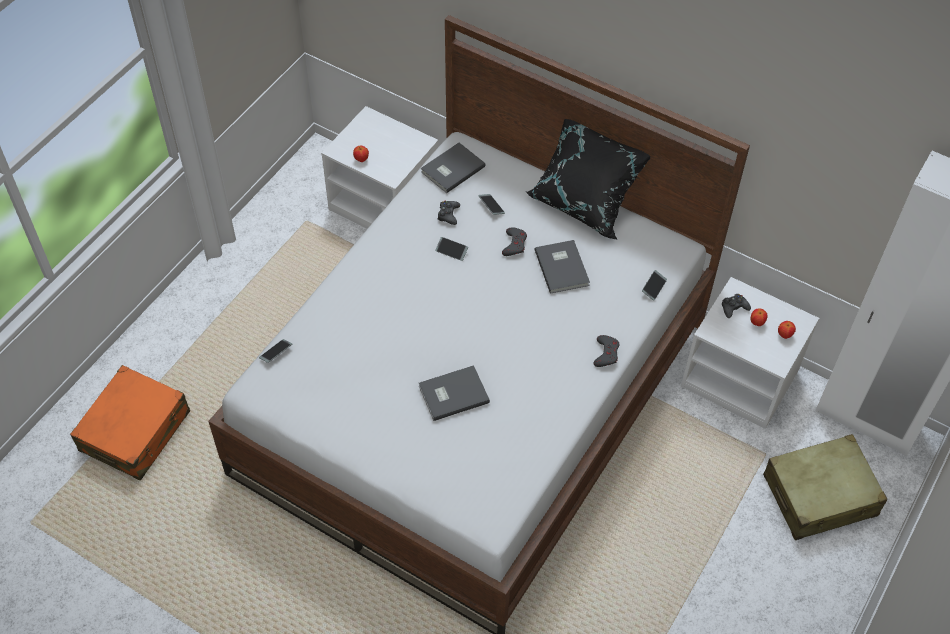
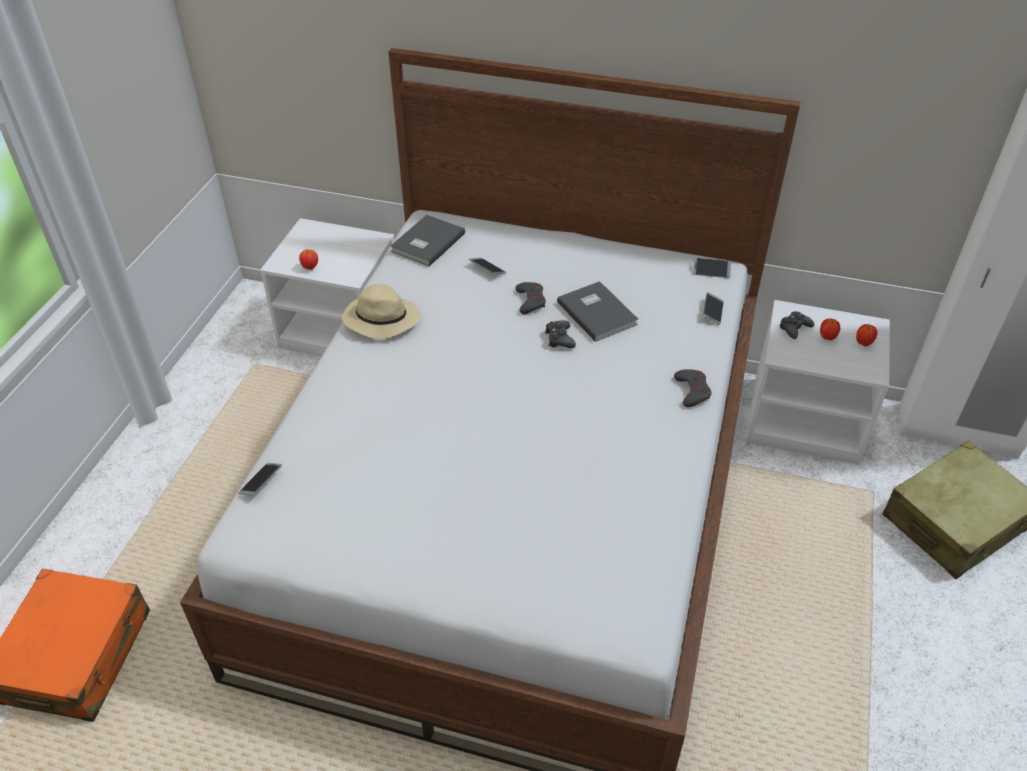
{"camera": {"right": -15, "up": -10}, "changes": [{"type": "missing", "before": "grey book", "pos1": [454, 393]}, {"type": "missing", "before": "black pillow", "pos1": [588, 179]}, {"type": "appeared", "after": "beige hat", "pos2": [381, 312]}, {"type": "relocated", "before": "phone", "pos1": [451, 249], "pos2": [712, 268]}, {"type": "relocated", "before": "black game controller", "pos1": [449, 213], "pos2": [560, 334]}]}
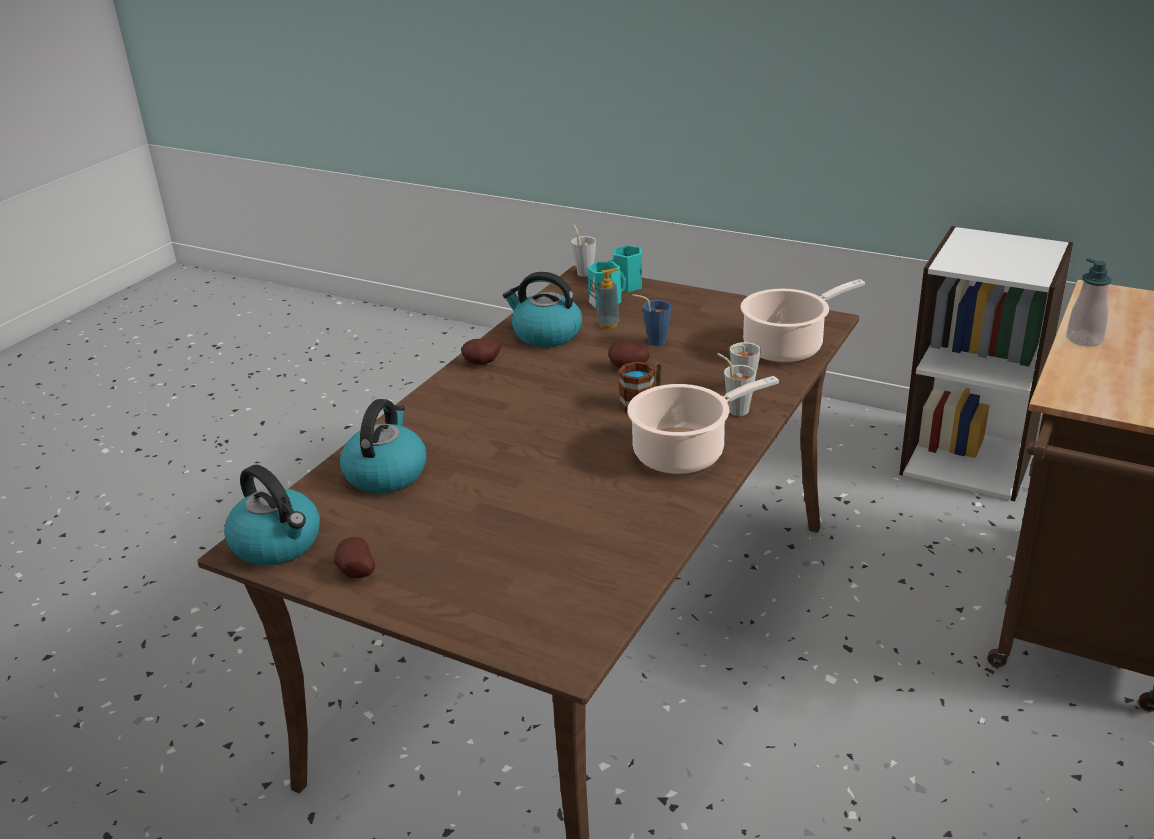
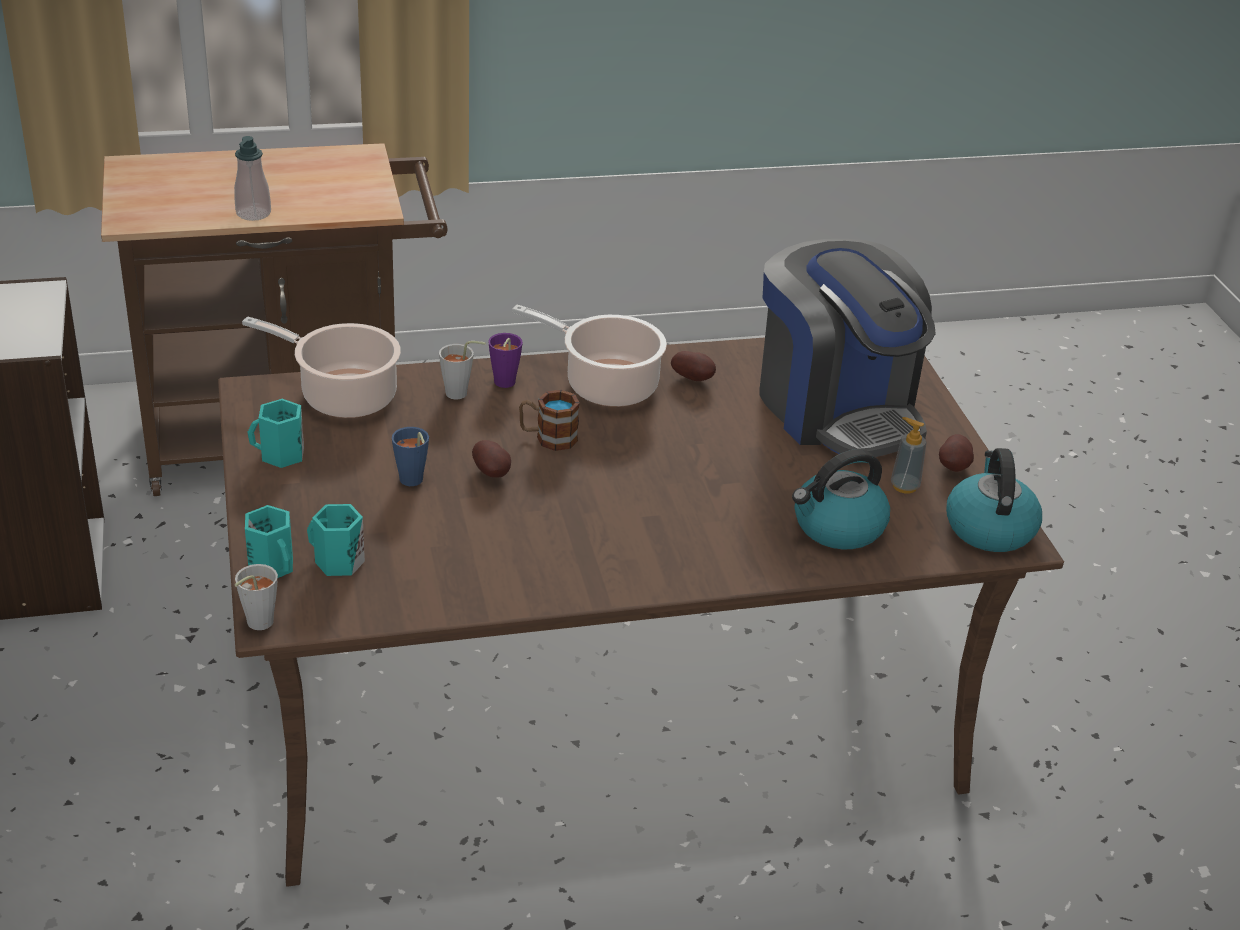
{"camera": {"right": -135, "up": 5}, "changes": [{"type": "missing", "before": "kettle", "pos1": [542, 309]}, {"type": "appeared", "after": "turquoise mug", "pos2": [275, 433]}, {"type": "appeared", "after": "coffee machine", "pos2": [848, 348]}, {"type": "relocated", "before": "potato", "pos1": [481, 352], "pos2": [693, 366]}, {"type": "relocated", "before": "soap dispenser", "pos1": [608, 298], "pos2": [909, 455]}, {"type": "colour", "before": "grey cup", "after": "purple cup", "pos1": [736, 384], "pos2": [505, 360]}]}
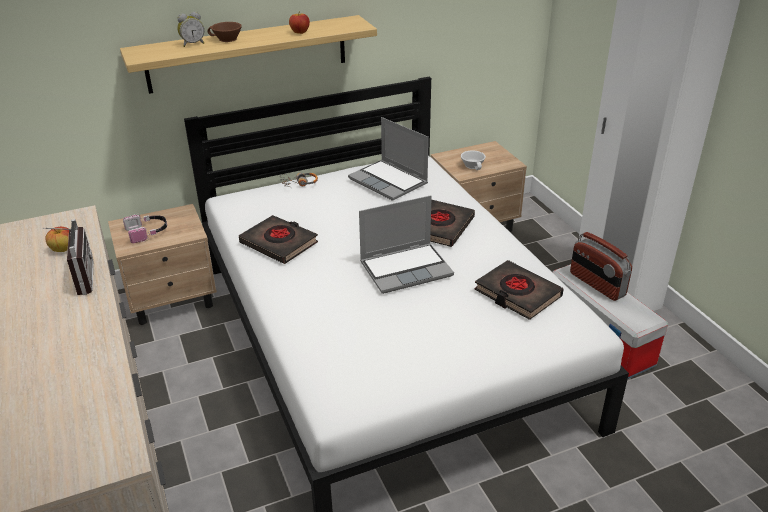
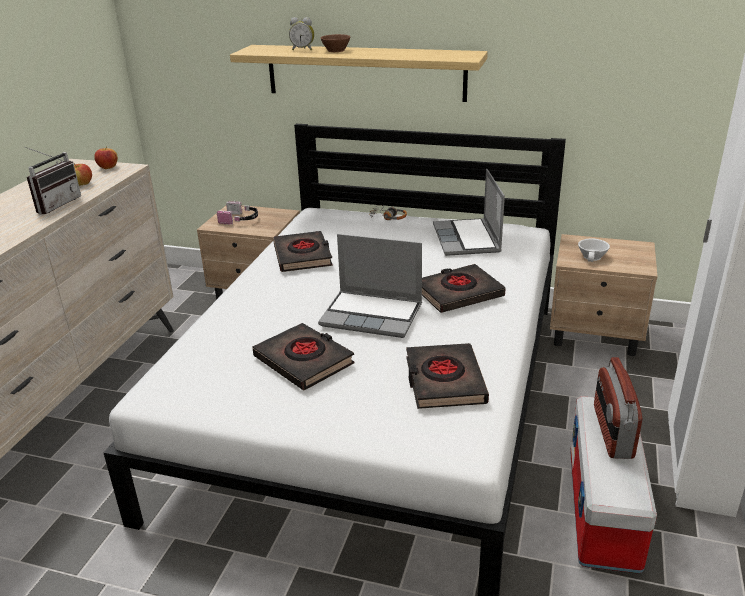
{"camera": {"right": 40, "up": -5}, "changes": [{"type": "appeared", "after": "black book", "pos2": [303, 356]}, {"type": "relocated", "before": "apple", "pos1": [299, 22], "pos2": [106, 157]}]}
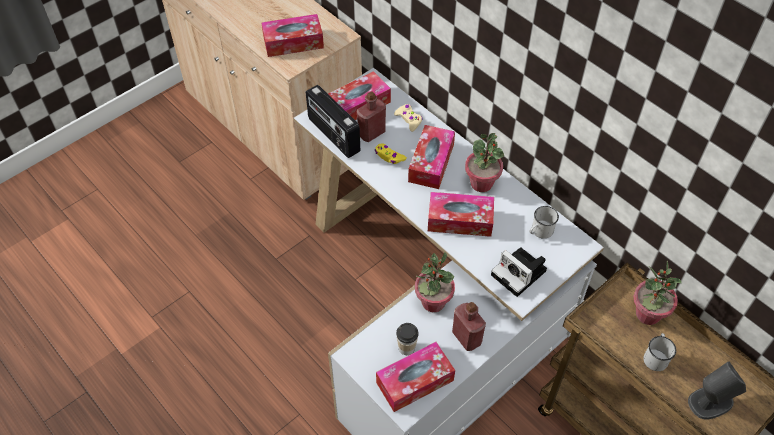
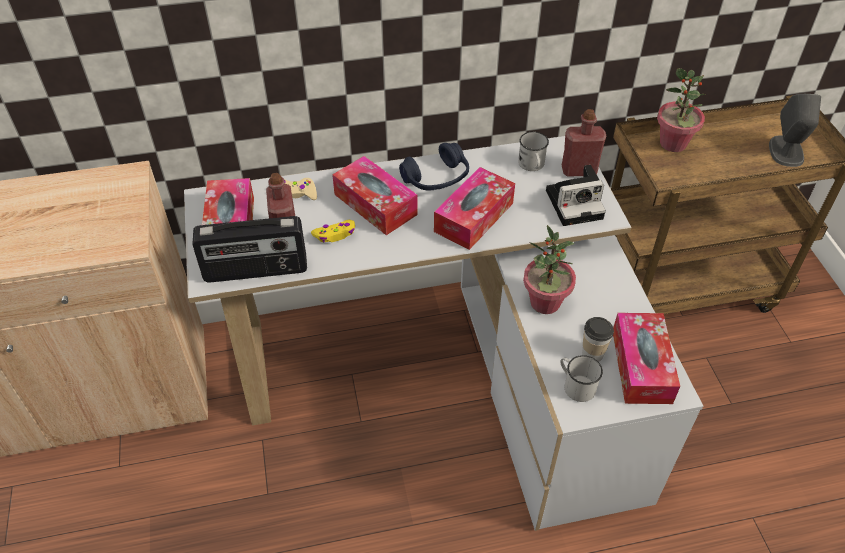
{"camera": {"right": -60, "up": -5}, "changes": [{"type": "missing", "before": "tissue box", "pos1": [292, 35]}, {"type": "relocated", "before": "red bottle", "pos1": [469, 326], "pos2": [584, 143]}, {"type": "relocated", "before": "white mug", "pos1": [659, 352], "pos2": [581, 378]}, {"type": "exchanged", "before": "potted plant", "after": "blue headphones", "pos1": [484, 162], "pos2": [434, 166]}]}
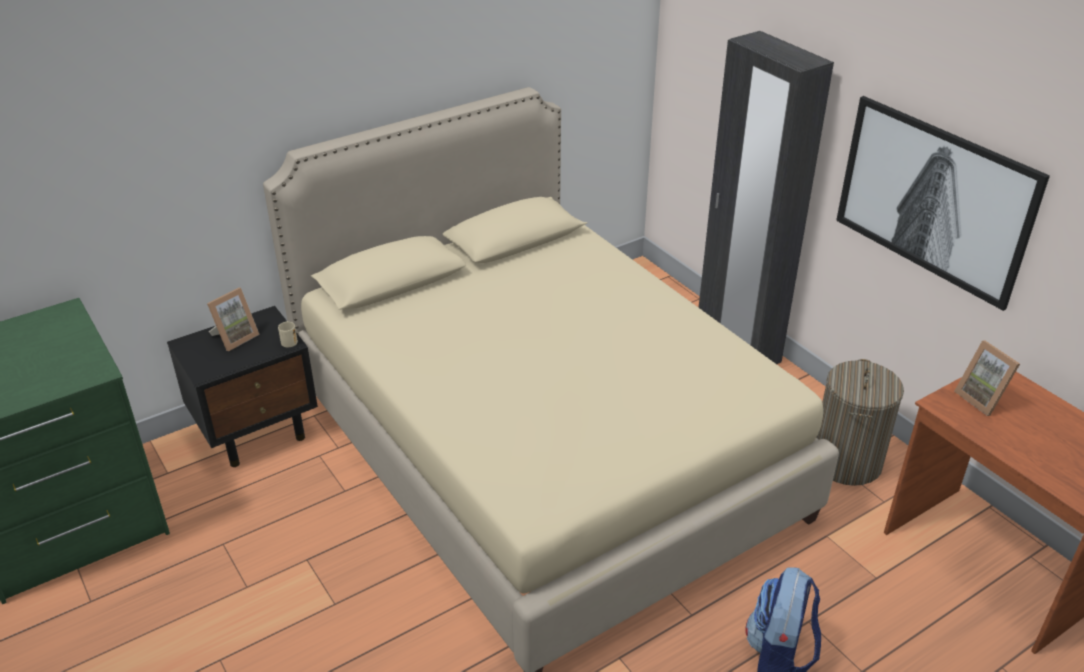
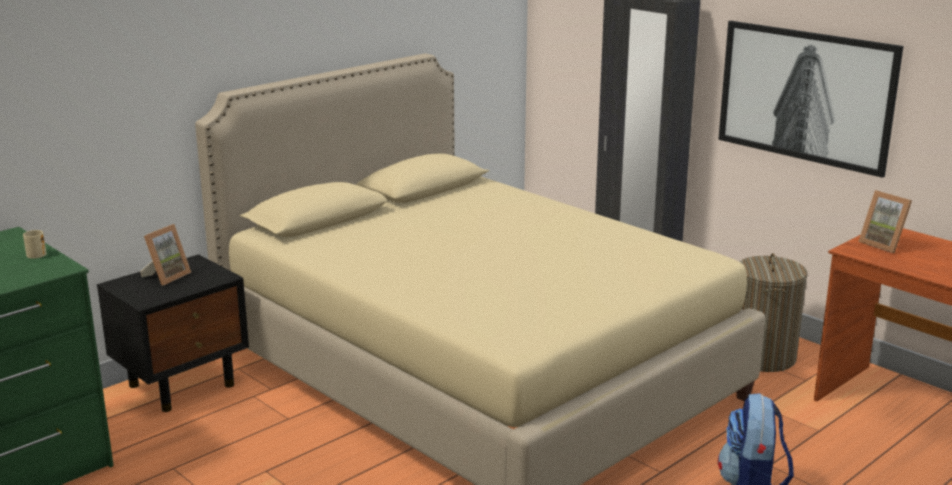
{"camera": {"right": -10, "up": -15}, "changes": [{"type": "relocated", "before": "beige mug", "pos1": [288, 334], "pos2": [34, 244]}]}
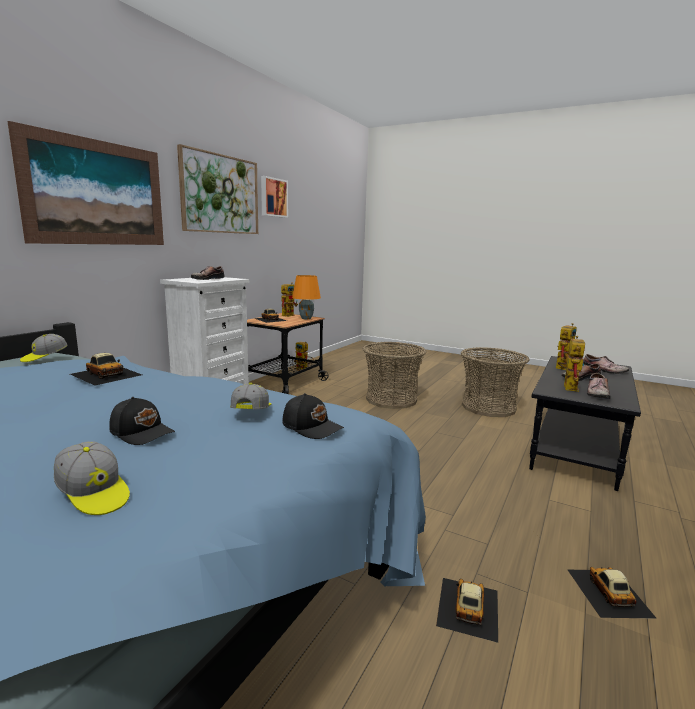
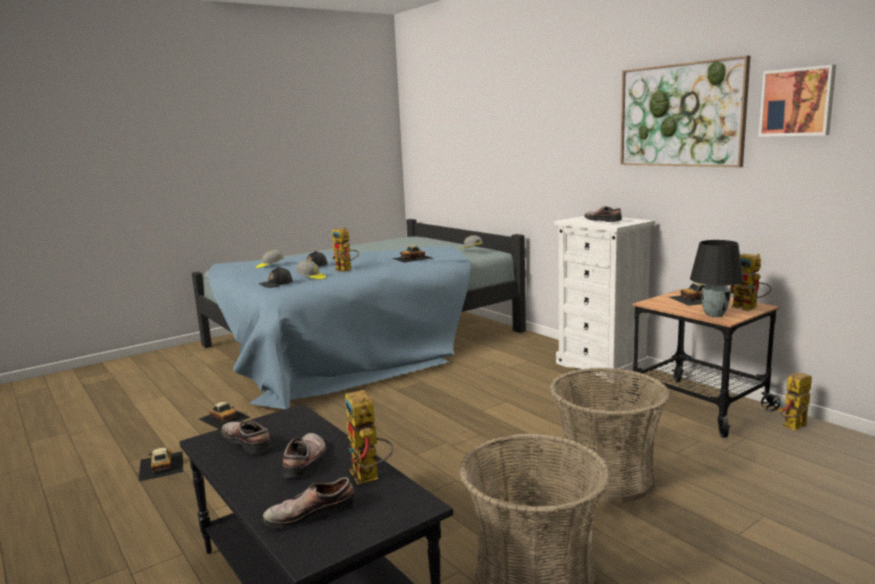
{"camera": {"right": 115, "up": 0}, "changes": [{"type": "missing", "before": "picture", "pos1": [85, 183]}, {"type": "relocated", "before": "toy robot", "pos1": [571, 364], "pos2": [345, 249]}, {"type": "colour", "before": "orange table lamp", "after": "black table lamp", "pos1": [306, 297], "pos2": [717, 278]}, {"type": "spun", "before": "toy car", "pos1": [612, 593], "pos2": [161, 464], "turn": -135}]}
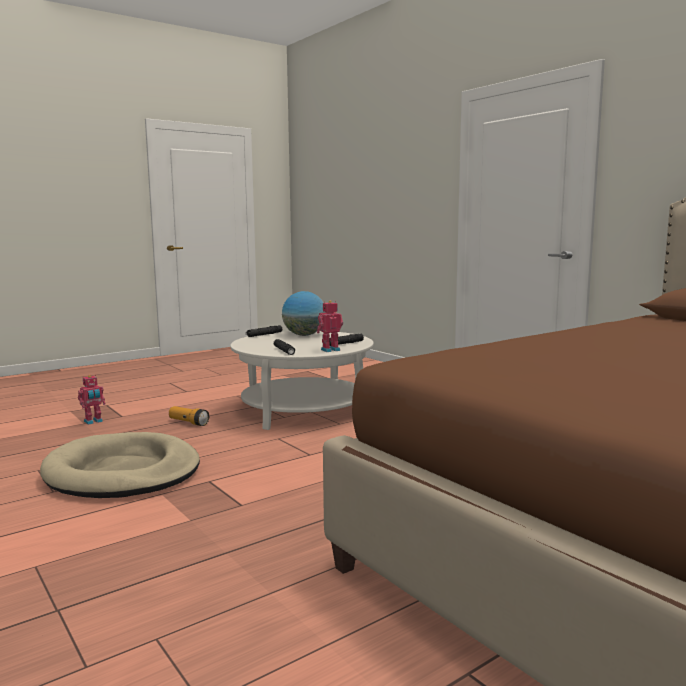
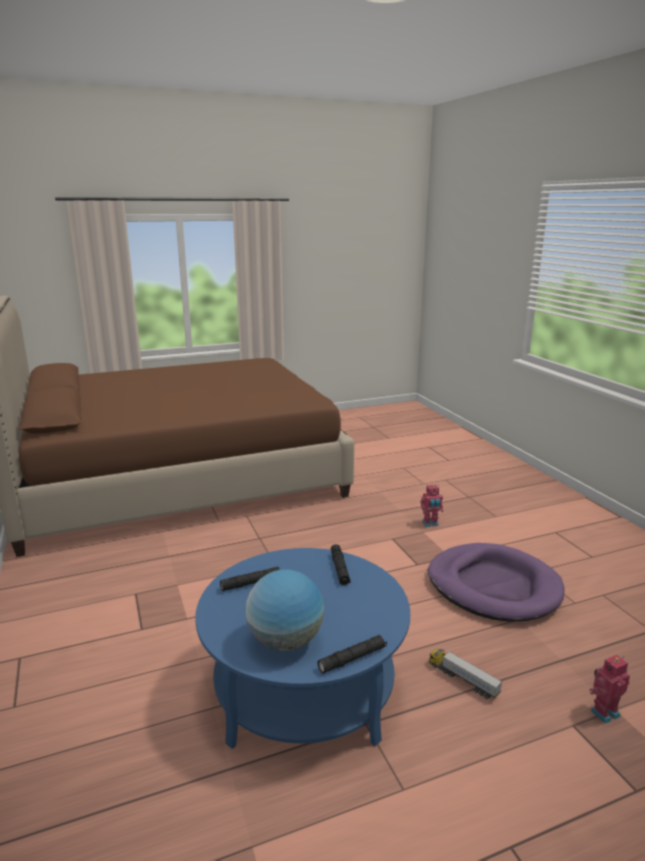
{"camera": {"right": -165, "up": 10}, "changes": [{"type": "relocated", "before": "toy robot", "pos1": [330, 326], "pos2": [431, 505]}, {"type": "exchanged", "before": "flashlight", "after": "toy truck", "pos1": [189, 416], "pos2": [465, 674]}, {"type": "colour", "before": "beige dog bed", "after": "purple dog bed", "pos1": [120, 465], "pos2": [496, 582]}, {"type": "colour", "before": "white coffee table", "after": "blue coffee table", "pos1": [302, 380], "pos2": [302, 648]}]}
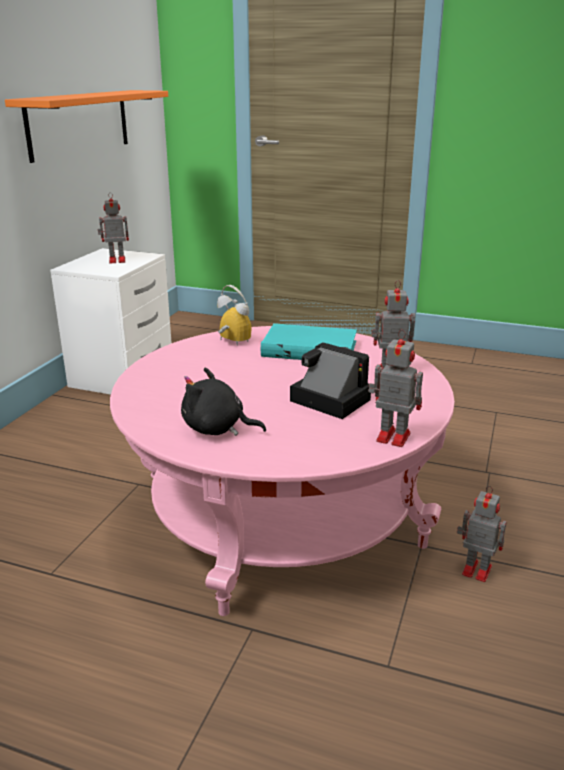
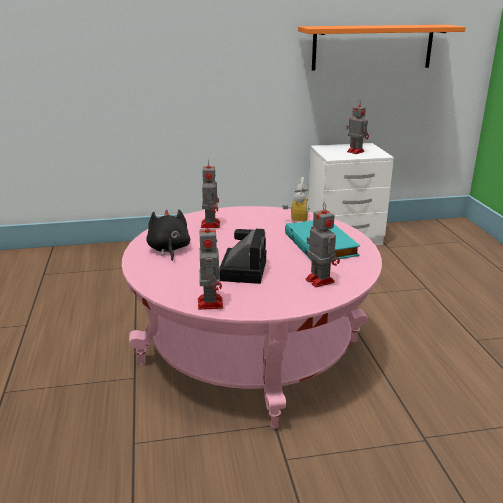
{"camera": {"right": 60, "up": 0}, "changes": [{"type": "relocated", "before": "toy robot", "pos1": [482, 534], "pos2": [210, 193]}]}
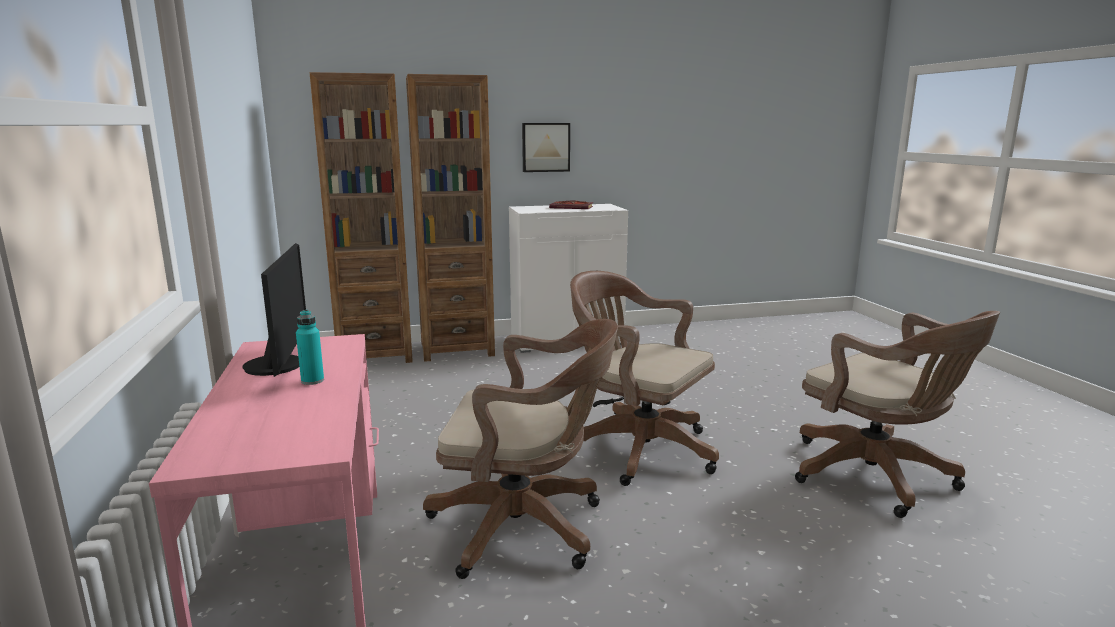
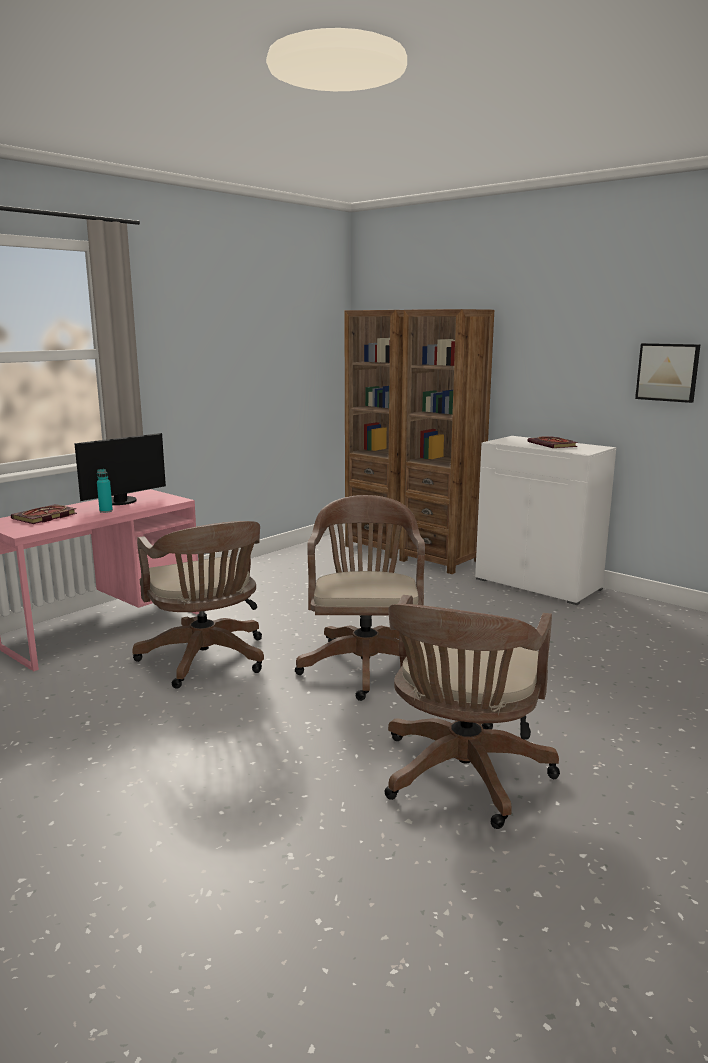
{"camera": {"right": 55, "up": 0}, "changes": [{"type": "appeared", "after": "book", "pos2": [44, 514]}, {"type": "relocated", "before": "picture", "pos1": [546, 147], "pos2": [667, 373]}]}
